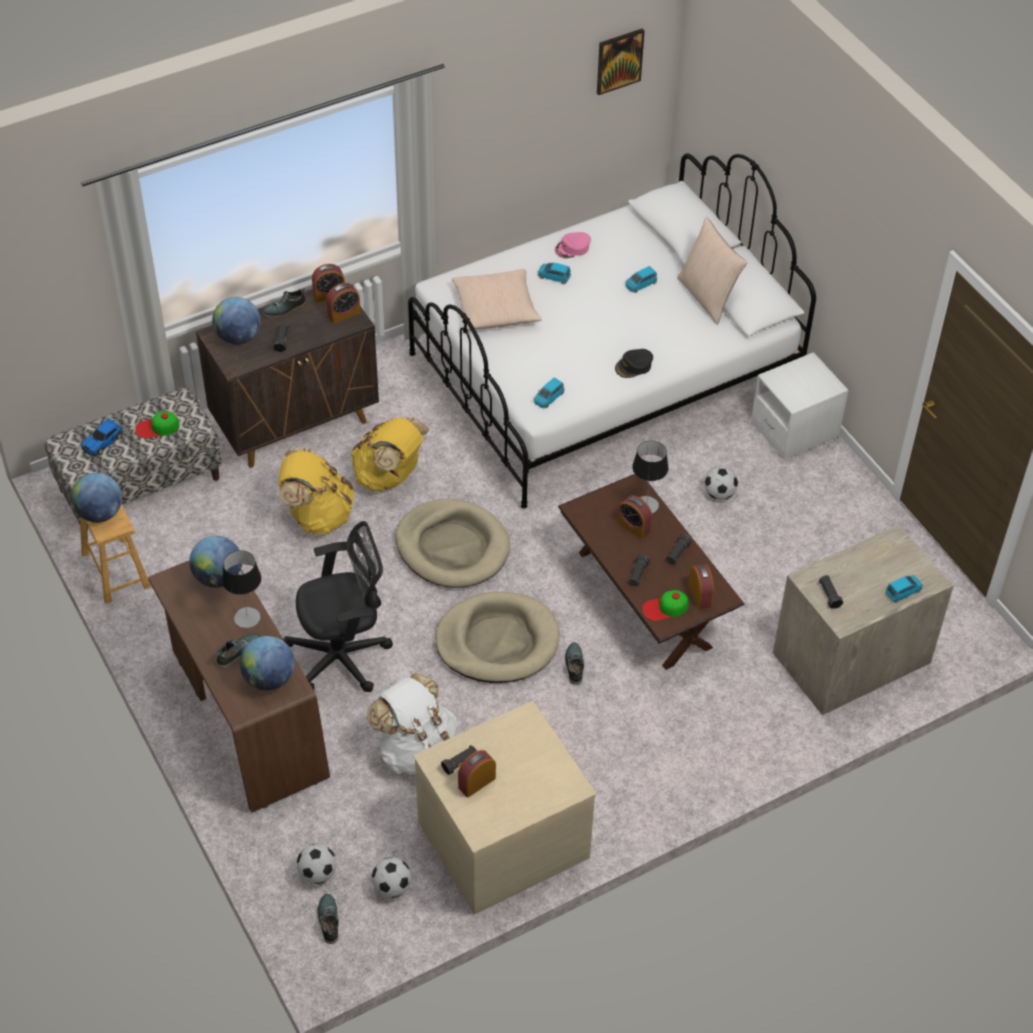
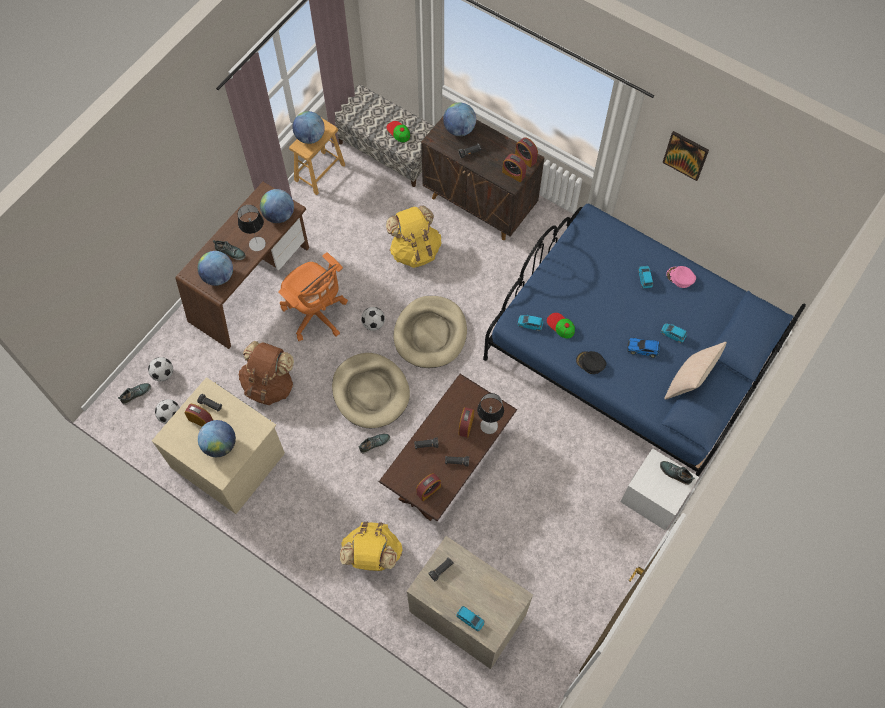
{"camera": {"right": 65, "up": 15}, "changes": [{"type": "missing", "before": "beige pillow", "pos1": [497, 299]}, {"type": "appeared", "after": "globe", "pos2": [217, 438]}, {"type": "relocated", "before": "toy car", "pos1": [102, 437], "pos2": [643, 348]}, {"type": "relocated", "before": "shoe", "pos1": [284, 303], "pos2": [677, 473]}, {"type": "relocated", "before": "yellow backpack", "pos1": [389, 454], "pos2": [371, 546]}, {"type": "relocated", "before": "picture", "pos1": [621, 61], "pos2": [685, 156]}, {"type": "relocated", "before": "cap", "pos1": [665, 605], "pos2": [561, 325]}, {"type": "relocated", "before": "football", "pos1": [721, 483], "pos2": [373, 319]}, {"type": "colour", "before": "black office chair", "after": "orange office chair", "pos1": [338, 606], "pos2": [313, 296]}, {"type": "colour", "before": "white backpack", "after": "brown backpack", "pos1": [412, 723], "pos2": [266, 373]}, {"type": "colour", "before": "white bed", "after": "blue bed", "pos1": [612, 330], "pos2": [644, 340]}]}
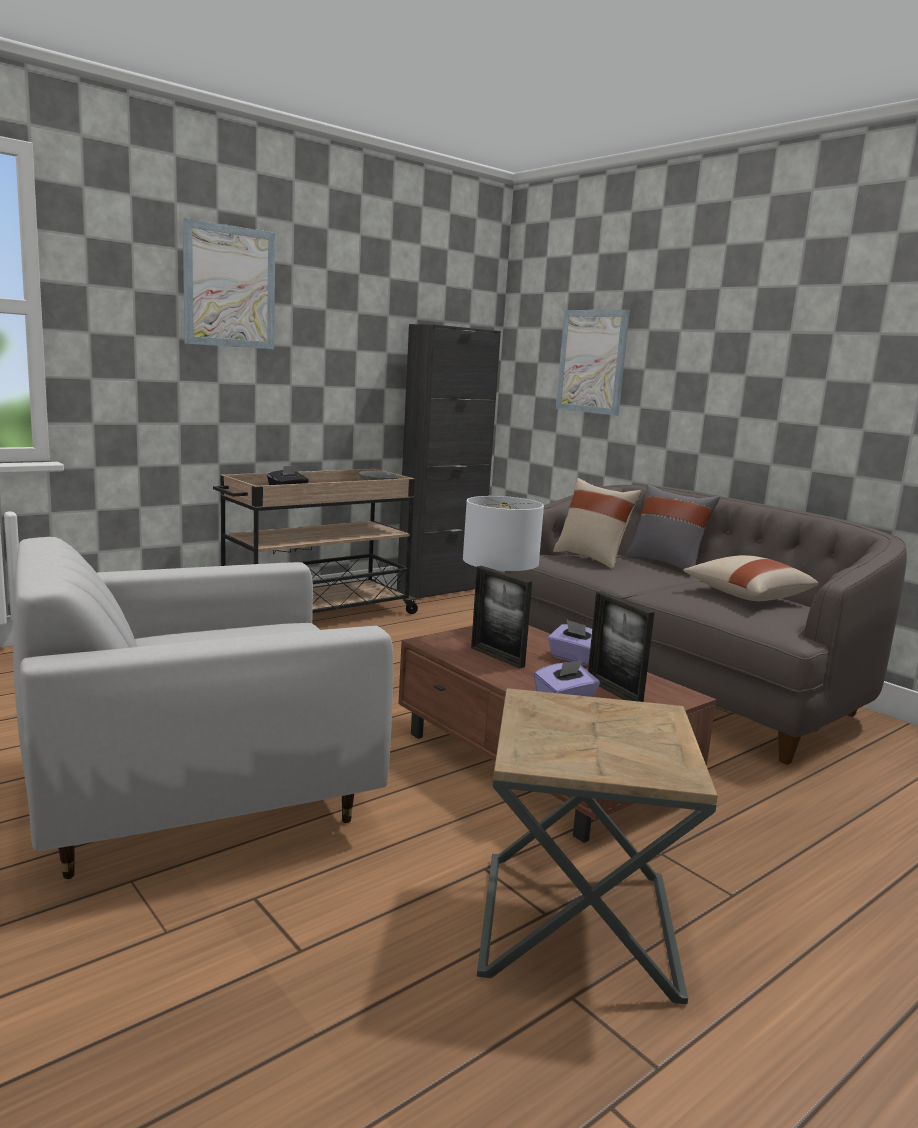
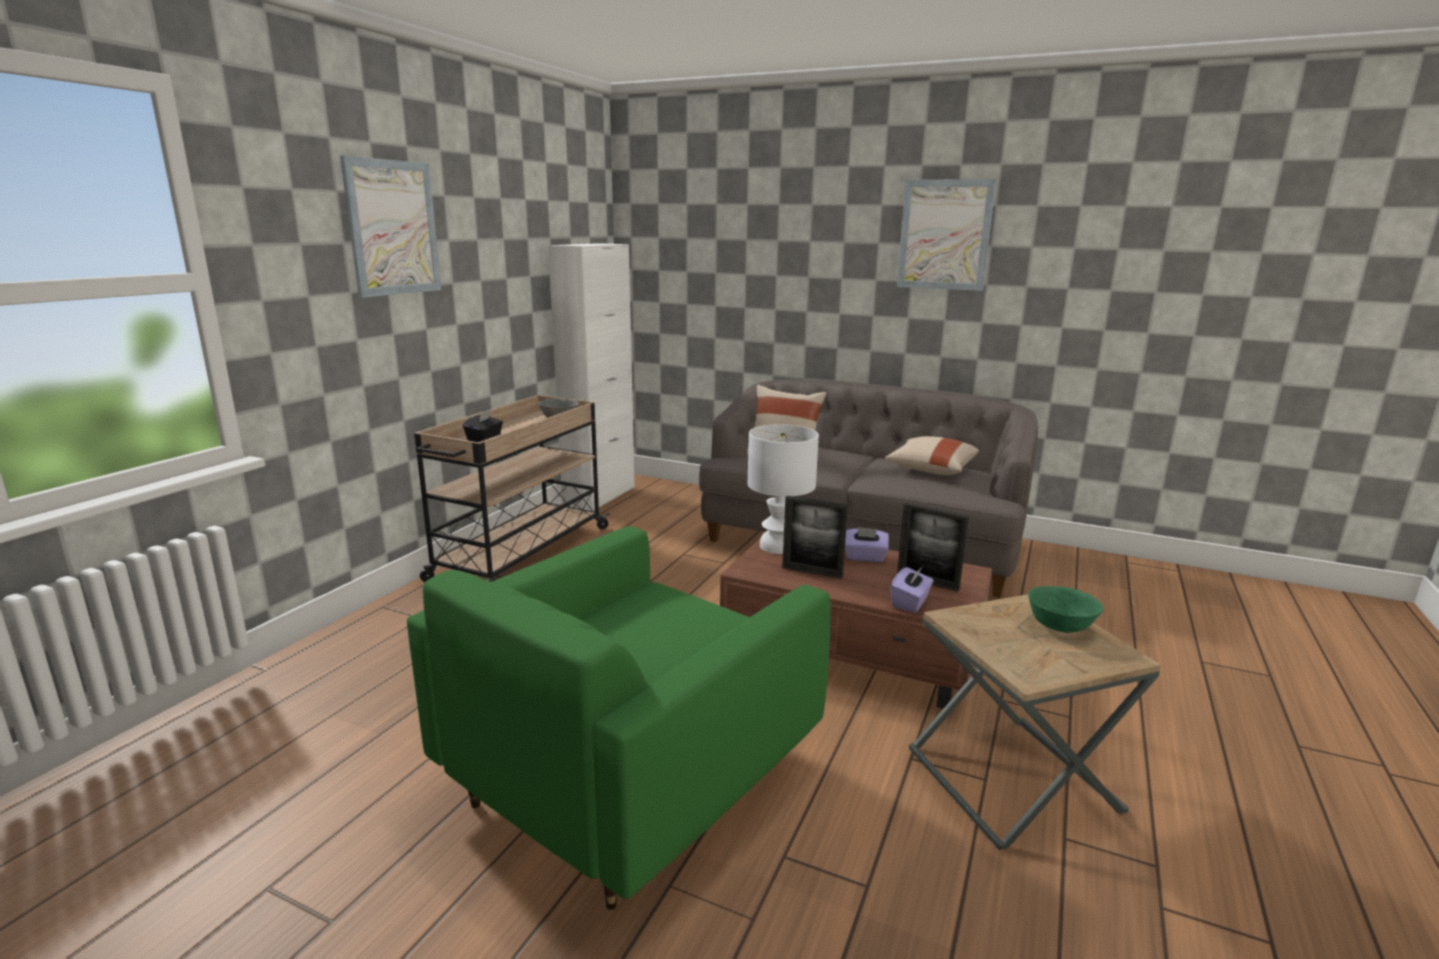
{"camera": {"right": -25, "up": 5}, "changes": [{"type": "missing", "before": "grey pillow", "pos1": [672, 526]}, {"type": "appeared", "after": "green bowl", "pos2": [1065, 609]}, {"type": "relocated", "before": "picture", "pos1": [593, 363], "pos2": [946, 235]}, {"type": "colour", "before": "white armchair", "after": "green armchair", "pos1": [203, 708], "pos2": [619, 718]}, {"type": "colour", "before": "black cabinet", "after": "white cabinet", "pos1": [449, 461], "pos2": [591, 377]}]}
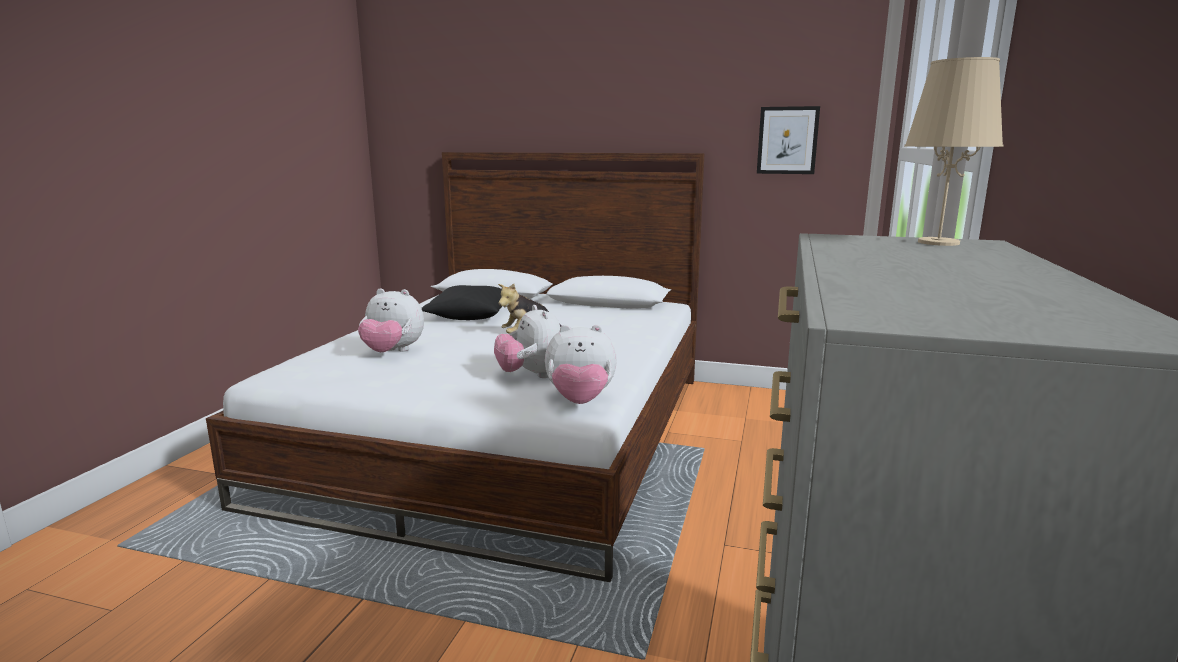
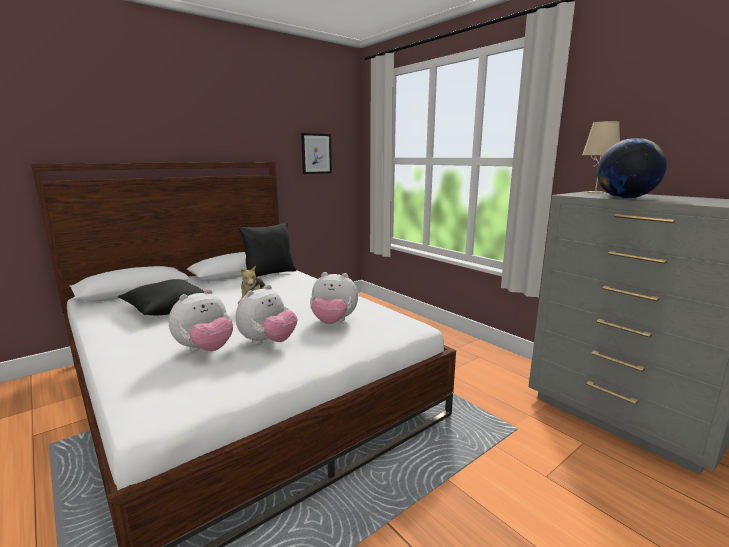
{"camera": {"right": -55, "up": 0}, "changes": [{"type": "appeared", "after": "black pillow", "pos2": [268, 250]}, {"type": "appeared", "after": "globe", "pos2": [632, 168]}, {"type": "relocated", "before": "plush toy", "pos1": [581, 364], "pos2": [266, 315]}]}
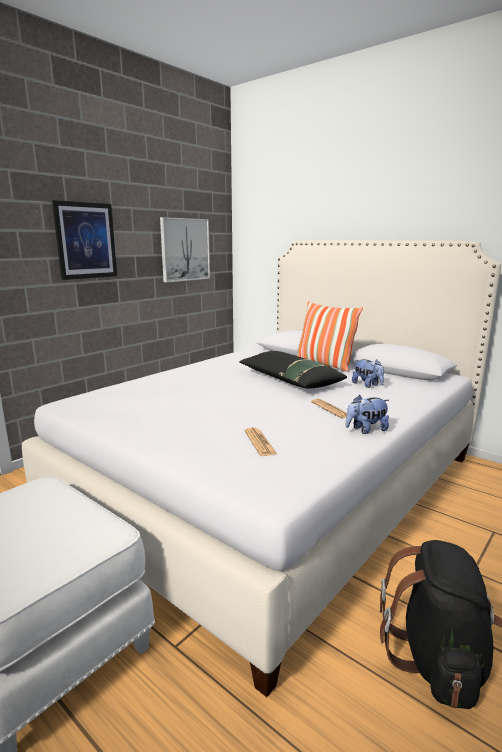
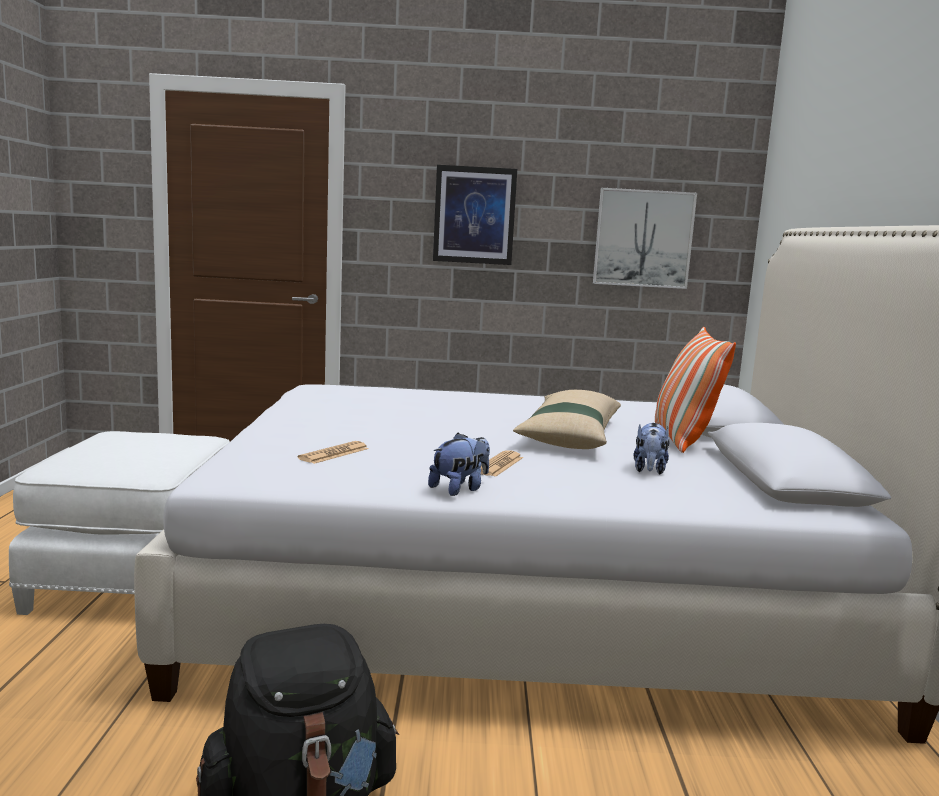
{"camera": {"right": 50, "up": -5}, "changes": [{"type": "colour", "before": "black pillow", "after": "beige pillow", "pos1": [293, 370], "pos2": [567, 419]}, {"type": "spun", "before": "plush toy", "pos1": [367, 414], "pos2": [459, 464], "turn": 105}]}
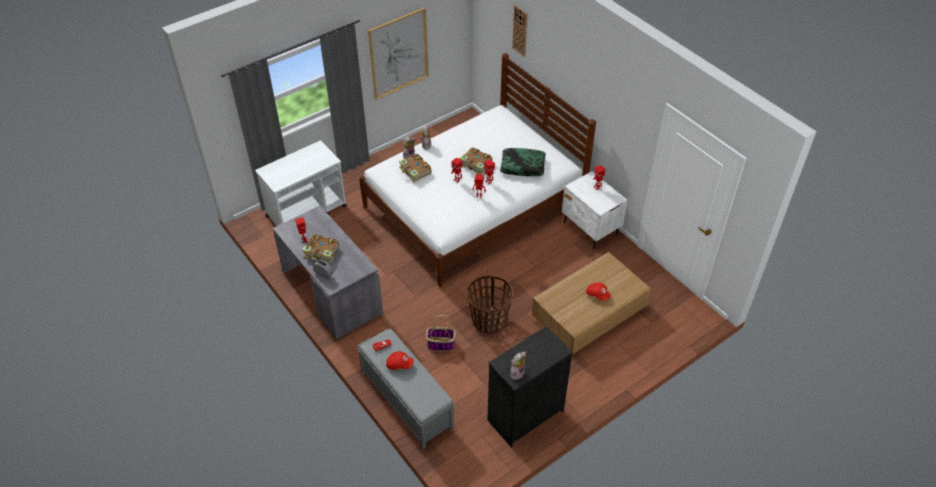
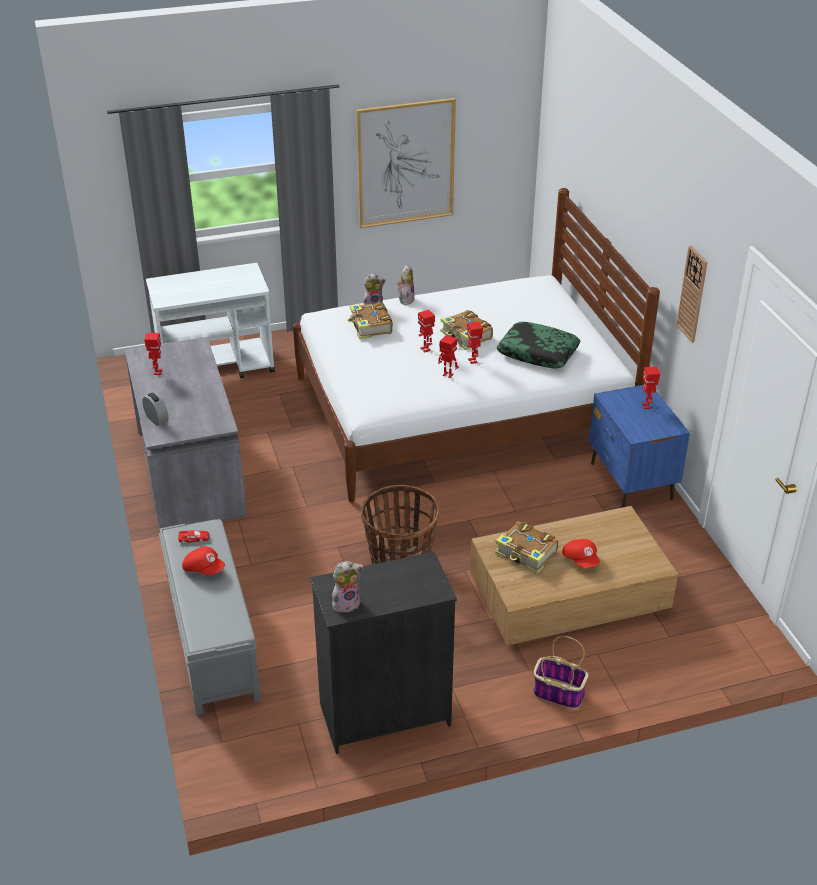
{"camera": {"right": 20, "up": -10}, "changes": [{"type": "relocated", "before": "book", "pos1": [320, 248], "pos2": [527, 547]}, {"type": "relocated", "before": "basket", "pos1": [440, 333], "pos2": [561, 672]}, {"type": "relocated", "before": "wall clock", "pos1": [520, 31], "pos2": [692, 294]}, {"type": "colour", "before": "white nightstand", "after": "blue nightstand", "pos1": [595, 210], "pos2": [639, 446]}]}
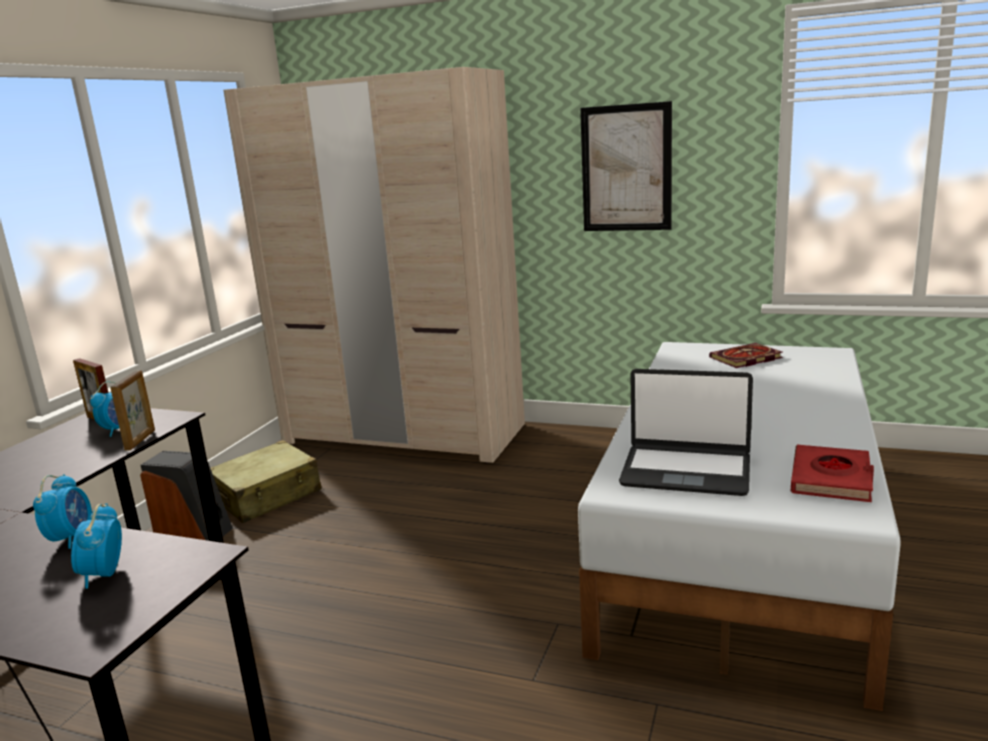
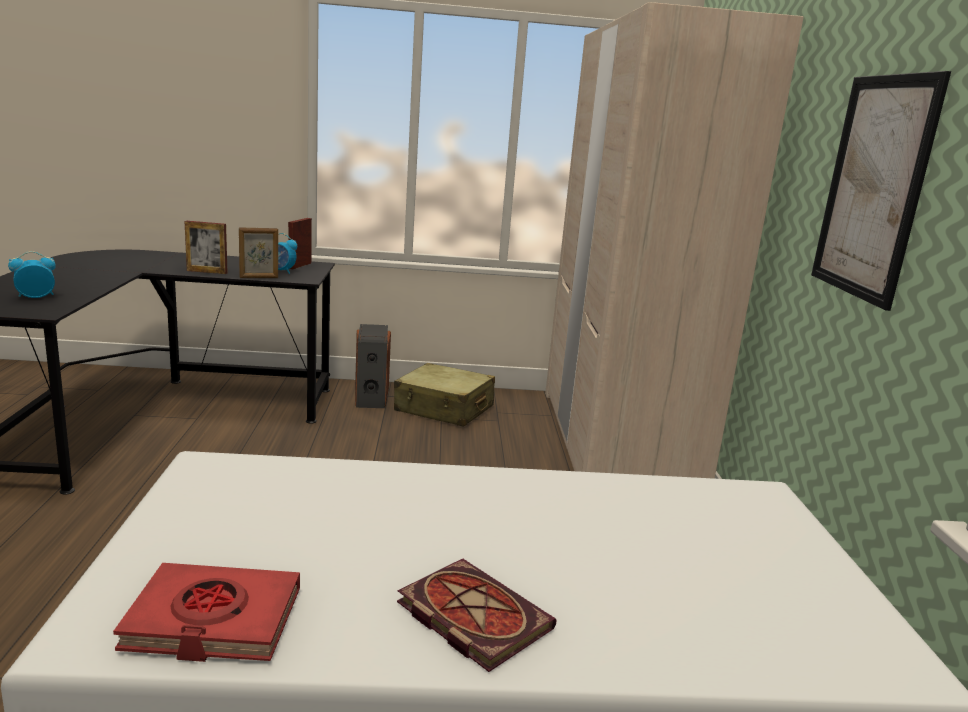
{"camera": {"right": 65, "up": 0}, "changes": [{"type": "missing", "before": "alarm clock", "pos1": [62, 511]}, {"type": "missing", "before": "laptop", "pos1": [686, 432]}, {"type": "appeared", "after": "picture frame", "pos2": [206, 247]}, {"type": "relocated", "before": "book", "pos1": [746, 355], "pos2": [477, 615]}]}
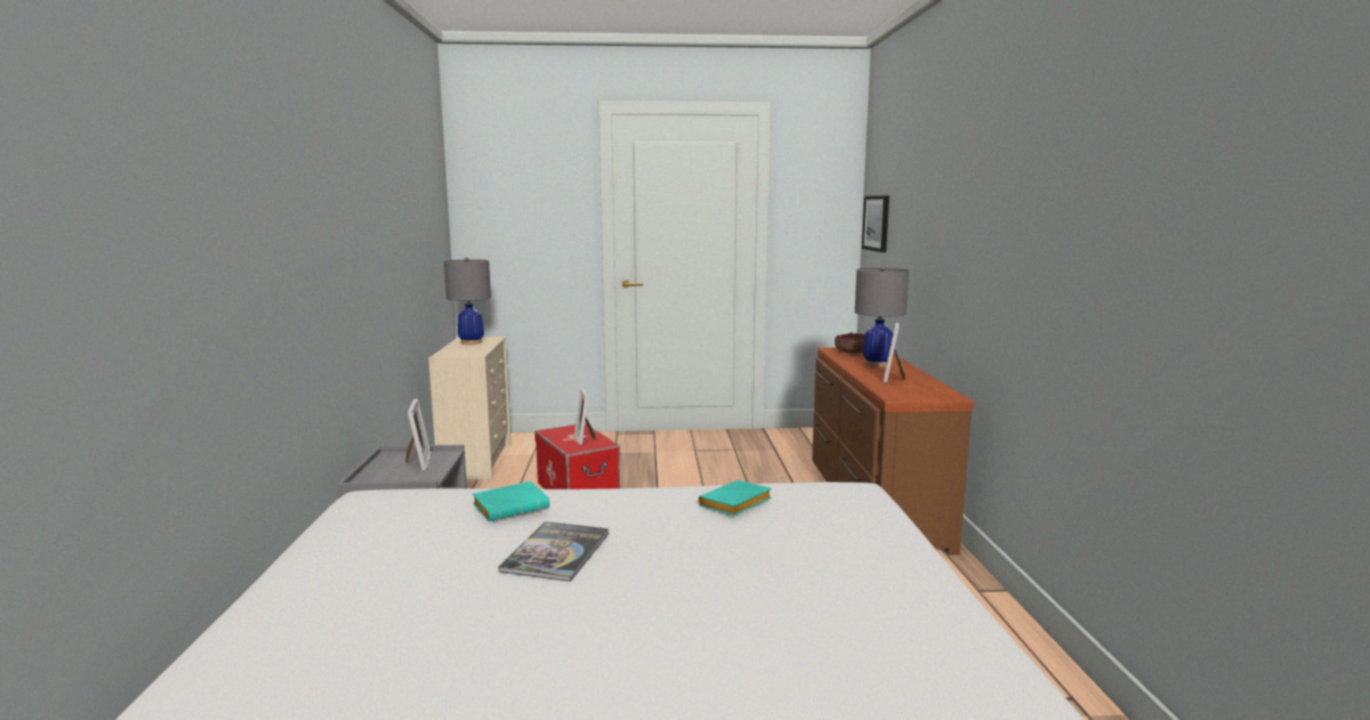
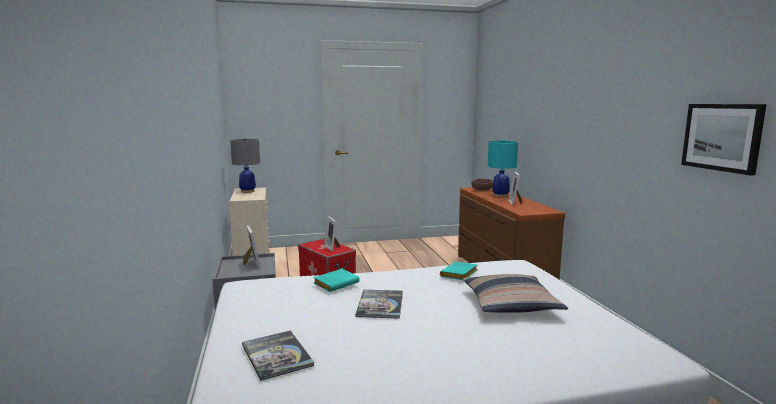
{"camera": {"right": -10, "up": 0}, "changes": [{"type": "appeared", "after": "book", "pos2": [278, 355]}, {"type": "appeared", "after": "pillow", "pos2": [515, 293]}, {"type": "relocated", "before": "picture", "pos1": [875, 224], "pos2": [724, 139]}, {"type": "colour", "before": "grey table lamp", "after": "turquoise table lamp", "pos1": [882, 316], "pos2": [503, 168]}]}
